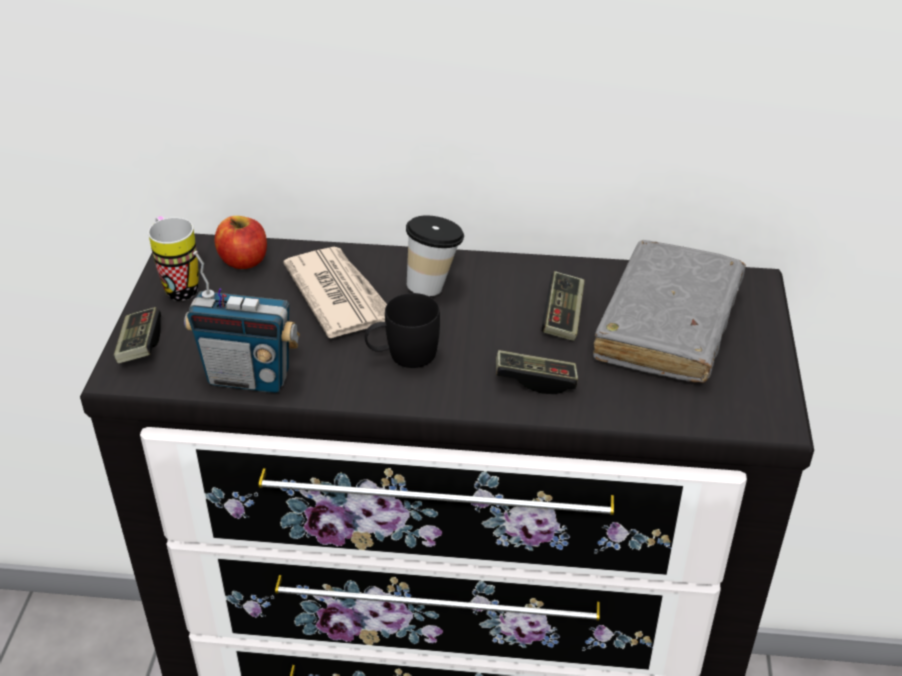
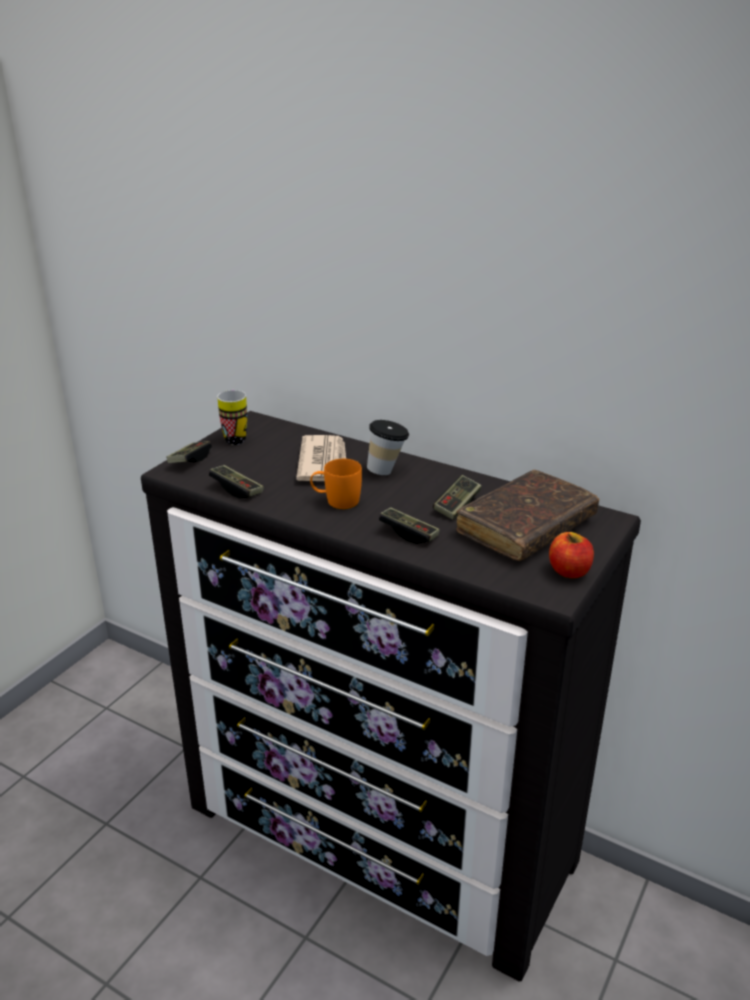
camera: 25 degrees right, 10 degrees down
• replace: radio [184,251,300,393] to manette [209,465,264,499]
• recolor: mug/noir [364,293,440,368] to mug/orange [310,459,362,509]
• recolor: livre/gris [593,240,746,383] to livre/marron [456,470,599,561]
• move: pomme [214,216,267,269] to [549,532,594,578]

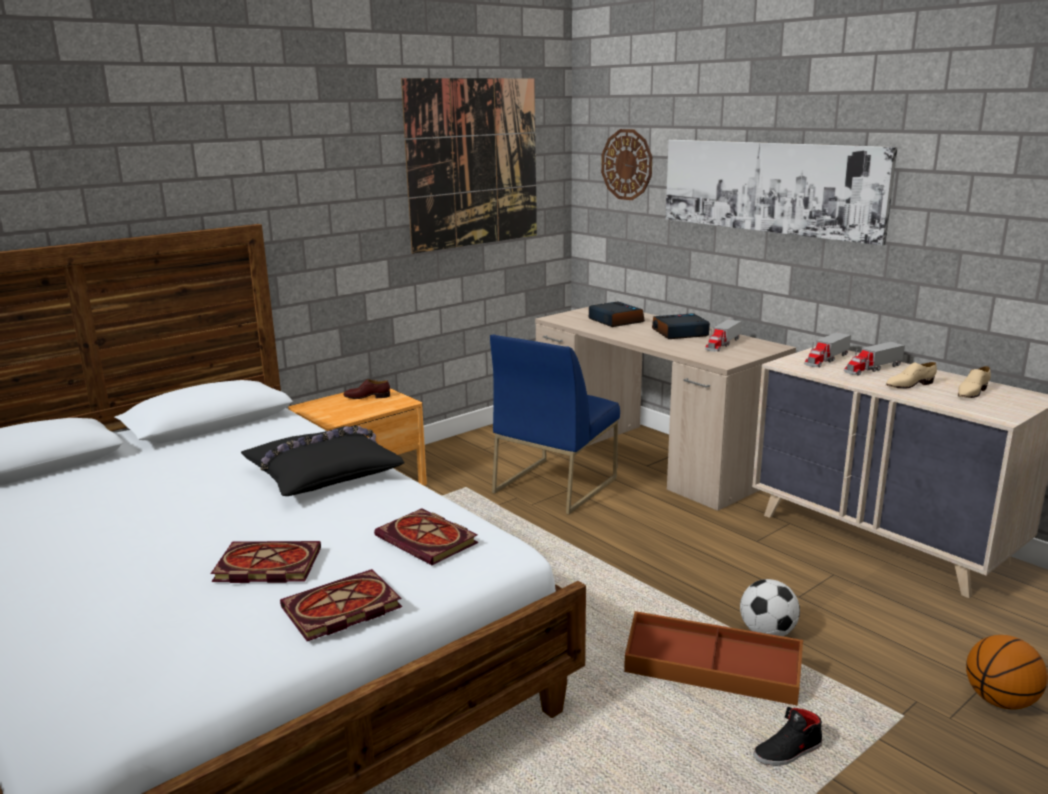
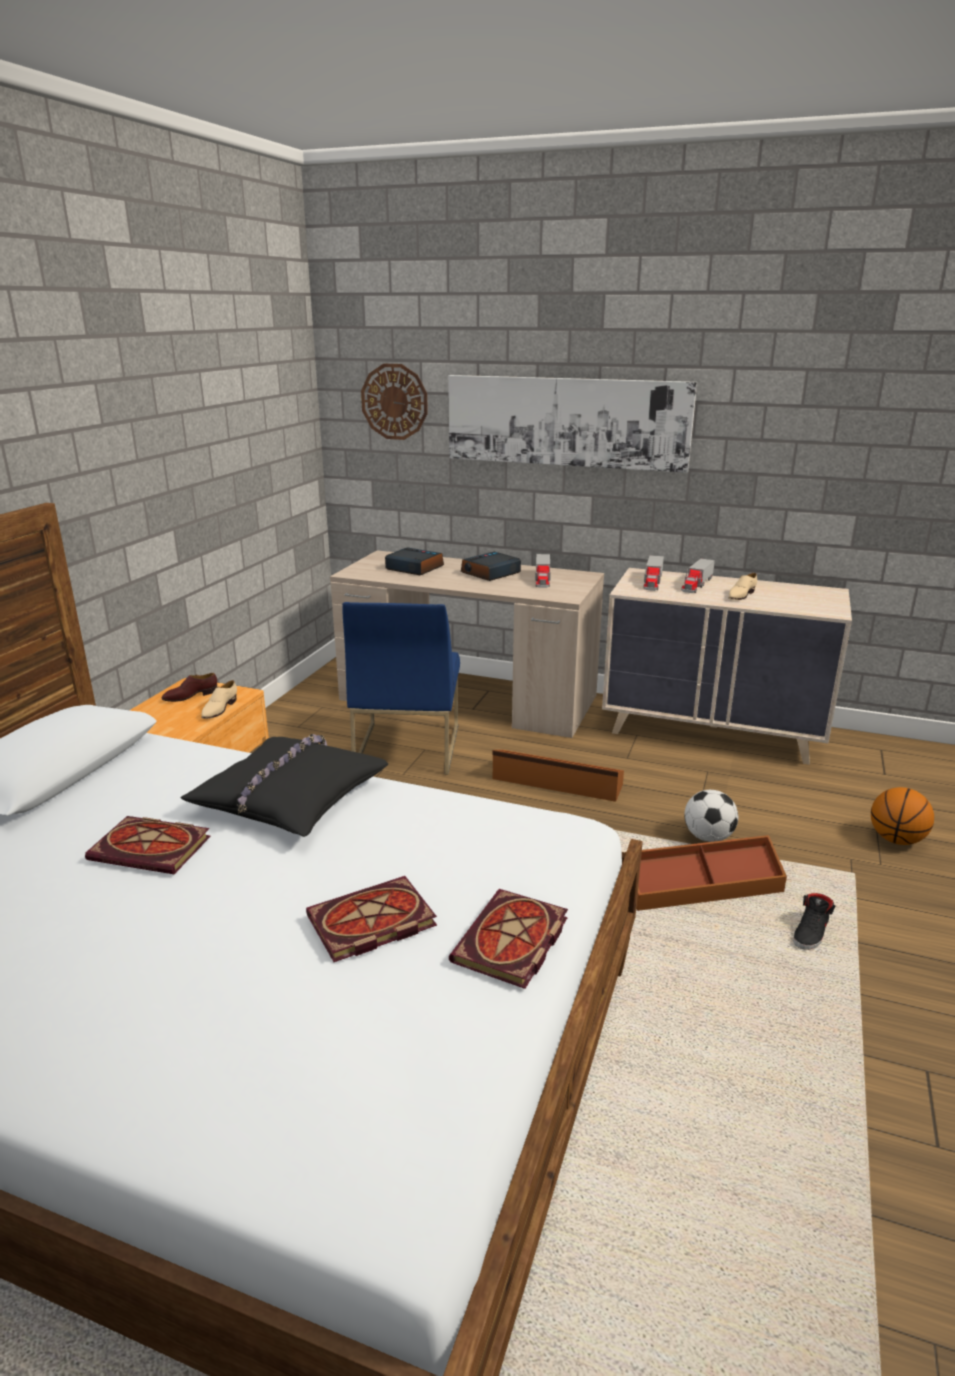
camera: 30 degrees left, 5 degrees up
• move: livre [374,508,478,565] to [85,816,211,874]
• move: chaussure/beige [958,366,991,398] to [201,680,237,719]
• insert: boîte de rangement/marron [493,750,624,802]
• delete: tableau [401,78,537,254]

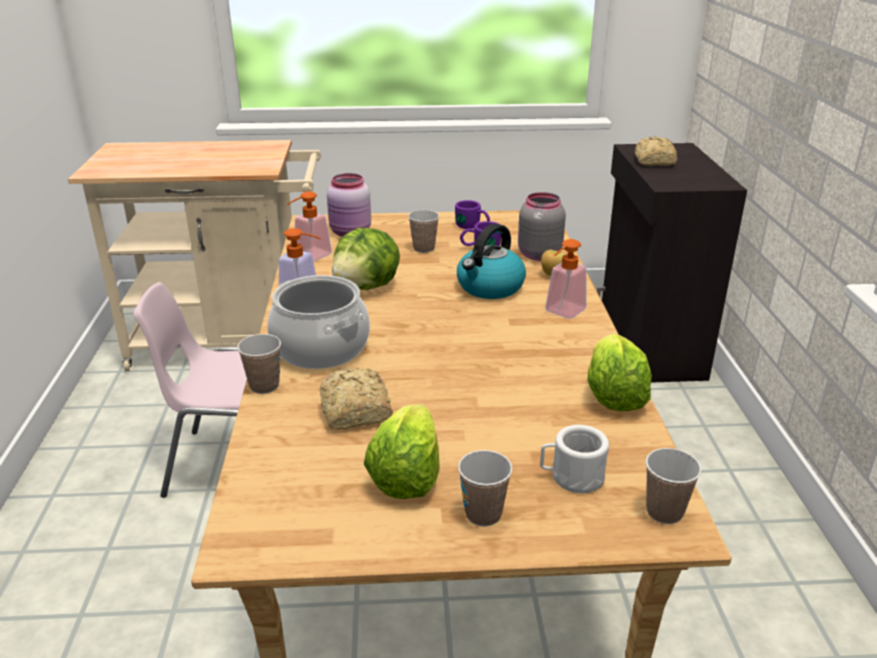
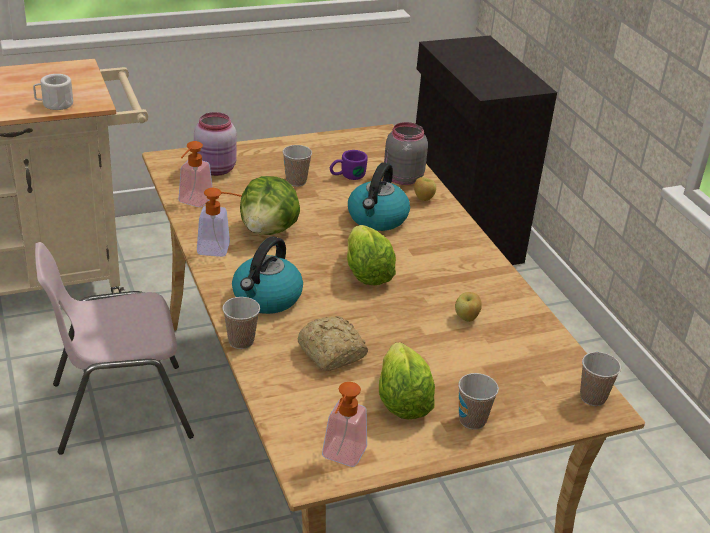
camera: 20 degrees left, 5 degrees up
• move: mug/blanc [540,425,609,493] to [33,74,73,110]
• replace: marmite [267,275,370,369] to bouilloire [232,236,303,314]
• move: distributeur de savon [545,239,587,319] to [322,382,367,467]
• move: laitue [588,334,652,411] to [347,225,396,285]
• insert: pomme [455,292,482,322]
• delete: mug/violet [455,200,490,229]
• delete: pain [635,136,678,166]

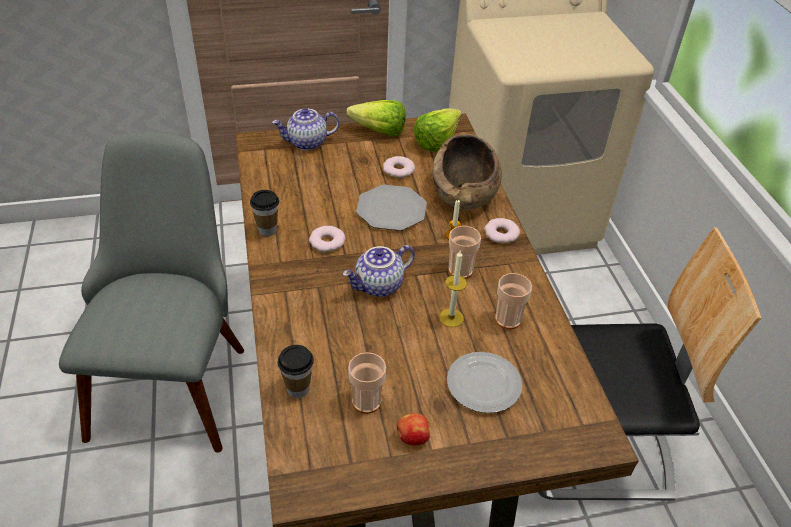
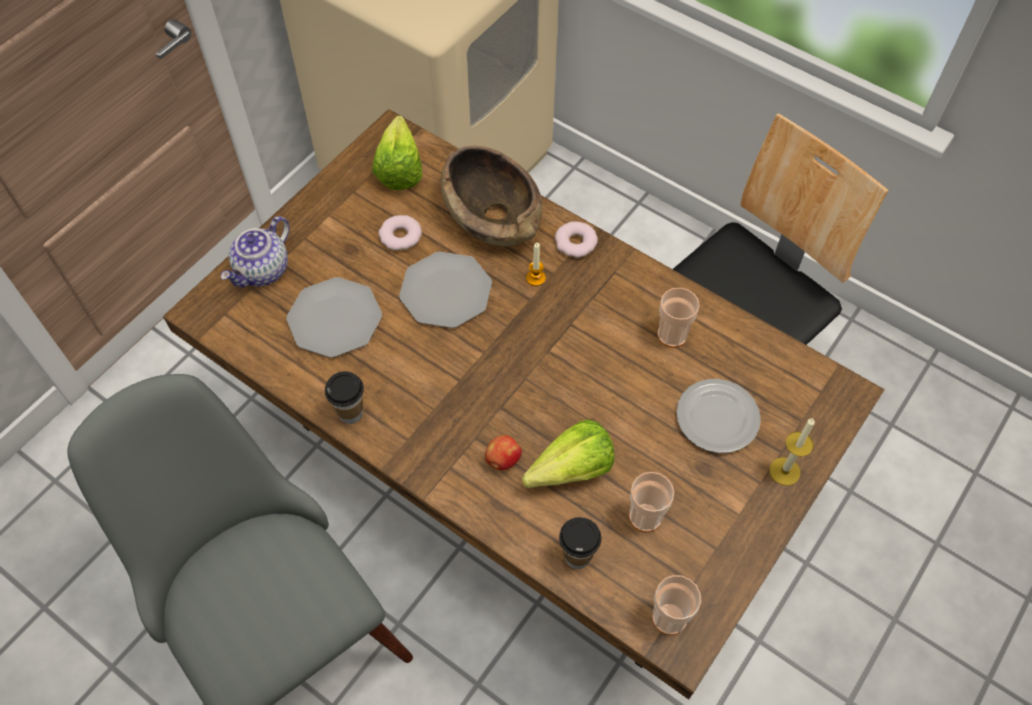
camera: 40 degrees left, 15 degrees up
• insert: assiette [286,277,382,358]
• move: pomme [397,413,430,445] to [485,435,522,470]
• move: laitue [346,100,406,137] to [522,419,614,488]
• move: tasse [448,226,481,279] to [652,575,701,635]
• move: bougie [439,251,467,327] to [770,418,815,486]
• delete: beignet [309,226,346,252]
• delete: théière [343,245,415,297]

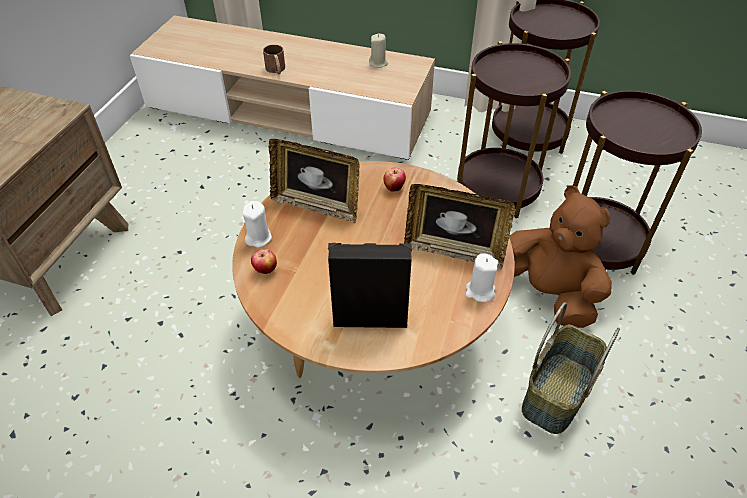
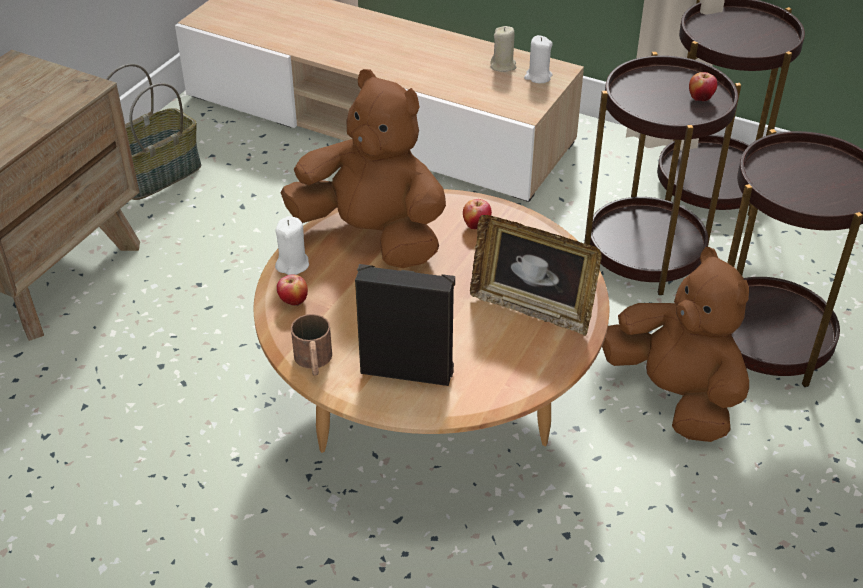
camera: 10 degrees right, 5 degrees down
• move: panier [522,302,620,434] to [106,64,201,200]
• replace: cadre photo [268,139,360,223] to peluche/marron [280,69,446,268]
• move: mug/marron [263,44,285,74] to [291,314,332,376]
• move: bougie/blanc [466,253,499,302] to [524,35,553,83]
• insert: pomme [689,72,717,101]

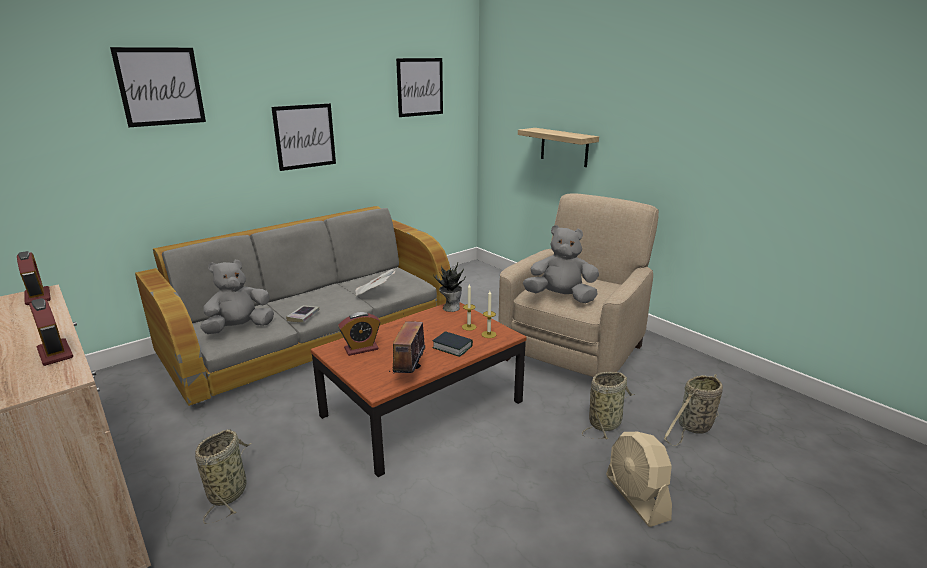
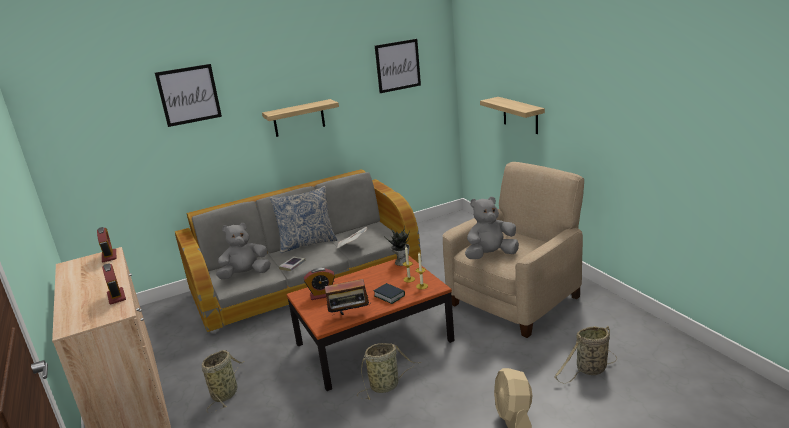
camera: 15 degrees right, 0 degrees up
• replace: tableau [271,103,336,171] to étagère [262,99,339,137]
• insert: coussin [269,186,337,253]
• rotate: radio [389,321,425,374] = [325,279,371,315] 120 degrees counterclockwise
• move: panier [582,372,634,439] to [357,343,421,400]
• rotate: peluche/gris [523,225,599,303] = [465,196,519,259] 45 degrees counterclockwise

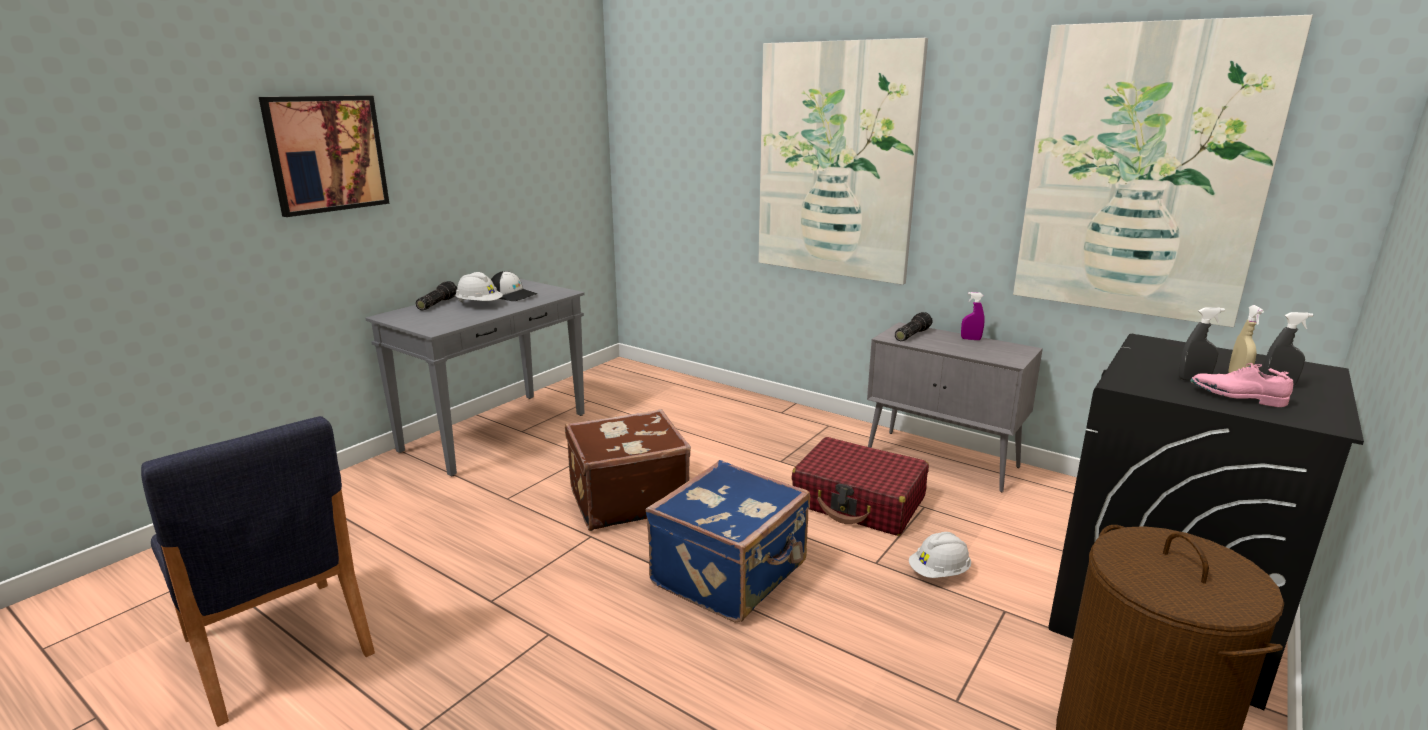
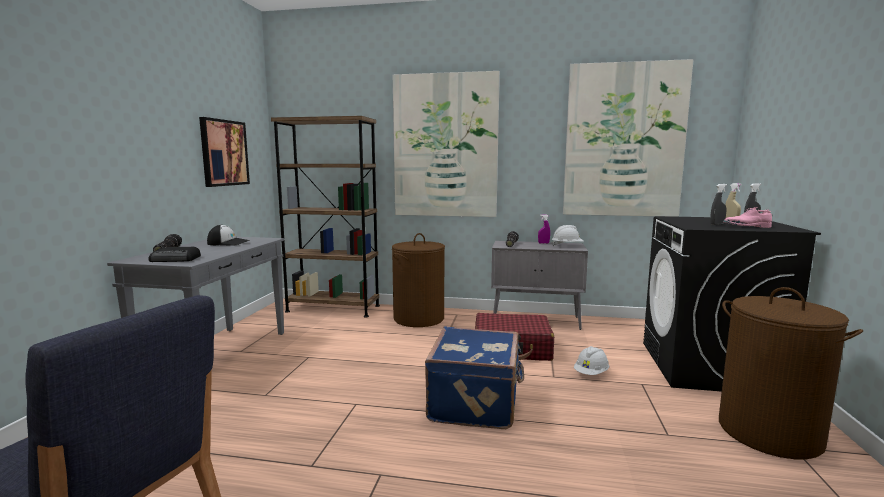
camera: 25 degrees left, 10 degrees down
• insert: radio [149,247,201,262]
• move: tableau [259,96,390,217] to [199,117,250,187]
• insert: bibliothèque/marron [271,116,380,318]
• insert: panier à linge/marron [392,233,445,327]
• move: casque de chantier/blanc [455,272,503,303] to [551,225,584,246]
• delete: valise/marron [565,409,691,531]

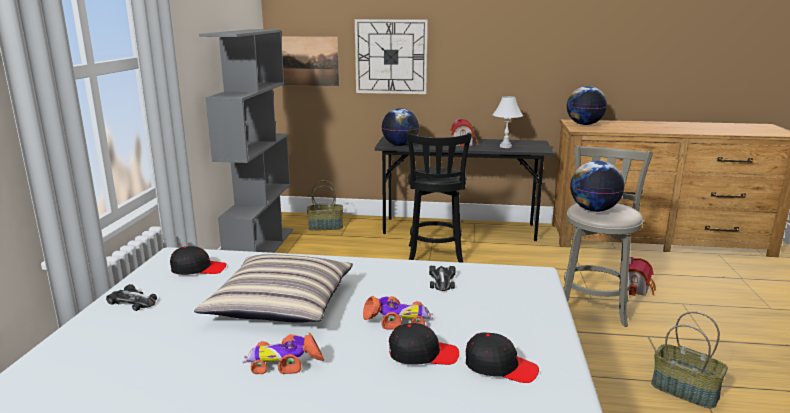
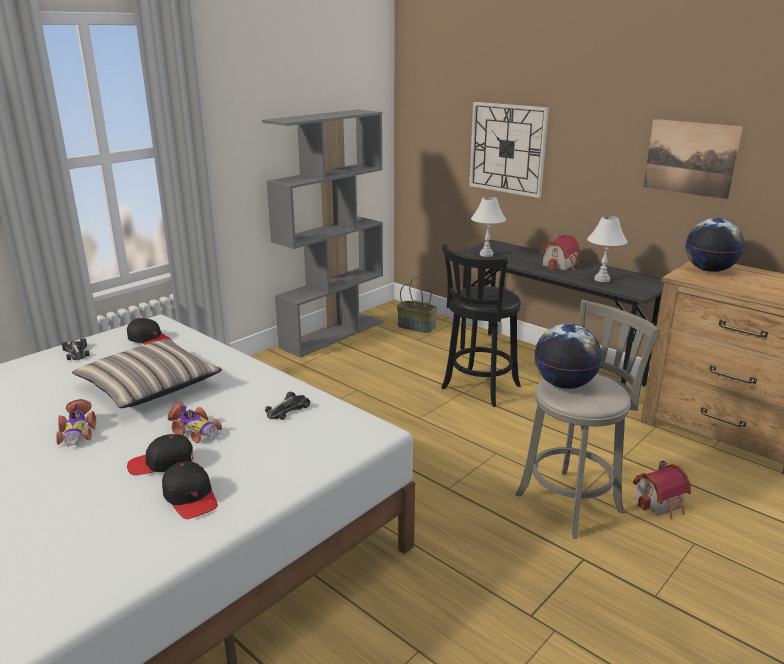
camera: 35 degrees right, 5 degrees up
• rotate: petite voiture [243,333,324,374] = [56,399,96,446] 135 degrees counterclockwise
• rotate: casquette/noir [389,323,459,365] = [127,434,193,475] 135 degrees clockwise
• replace: globe [382,108,419,146] to lampe de table/blanc [471,197,506,257]
• move: tableau [281,36,339,86] to [643,119,743,200]
• delete: panier [651,311,728,409]

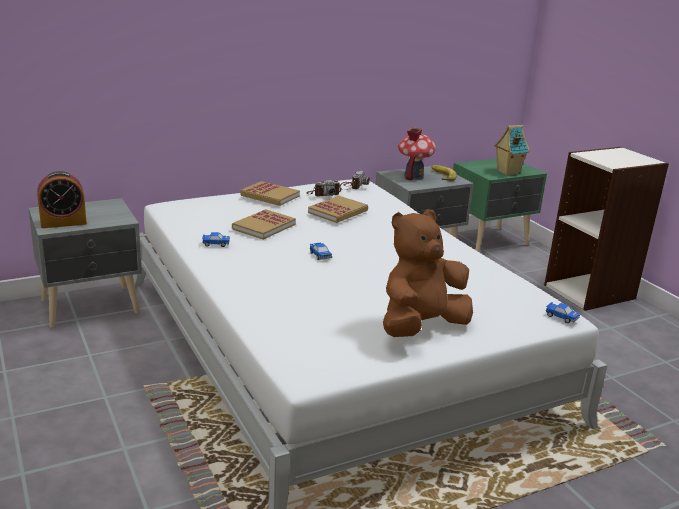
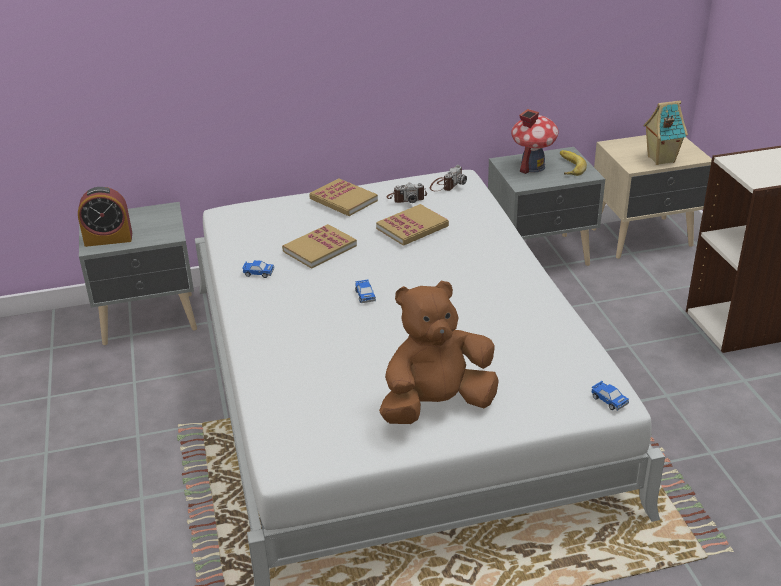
camera: 15 degrees right, 10 degrees up
• recolor: table de chevet/vert [449,158,547,252] to table de chevet/beige [592,135,712,259]

